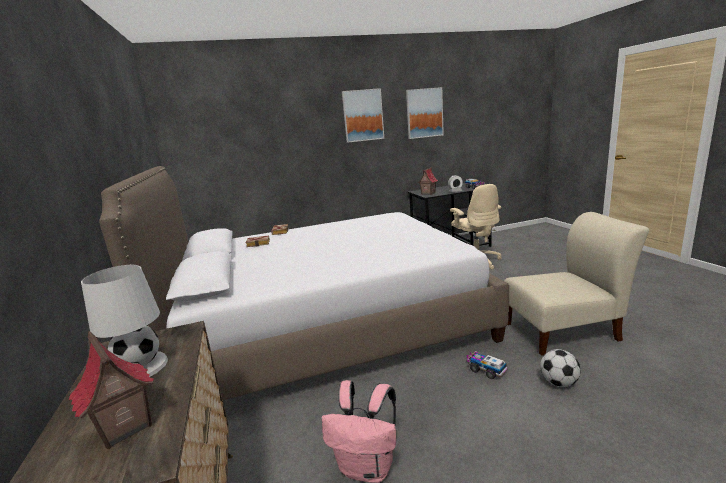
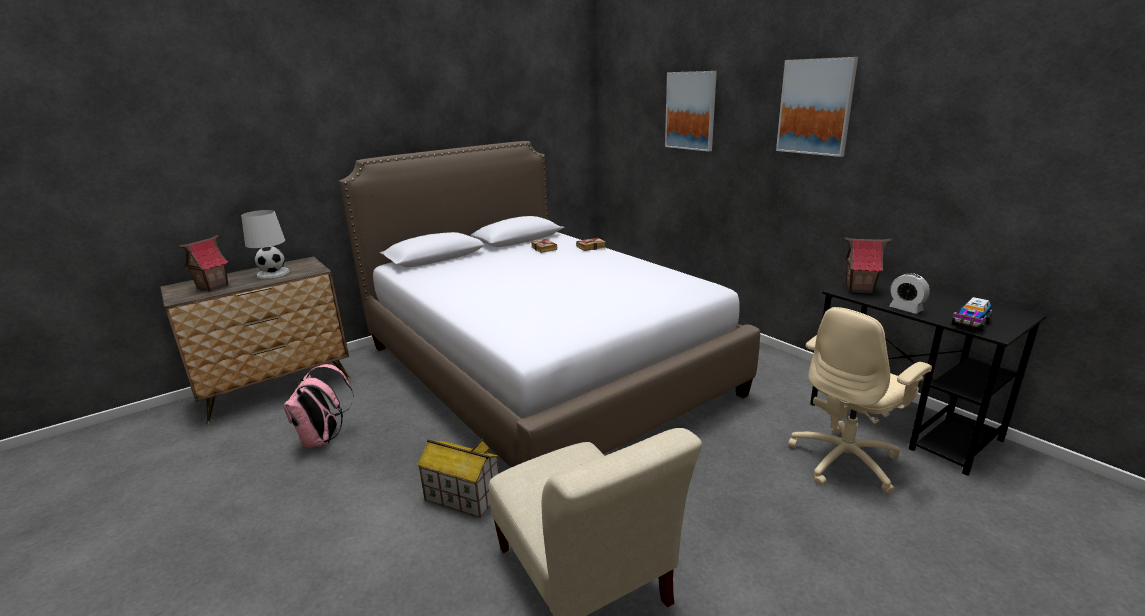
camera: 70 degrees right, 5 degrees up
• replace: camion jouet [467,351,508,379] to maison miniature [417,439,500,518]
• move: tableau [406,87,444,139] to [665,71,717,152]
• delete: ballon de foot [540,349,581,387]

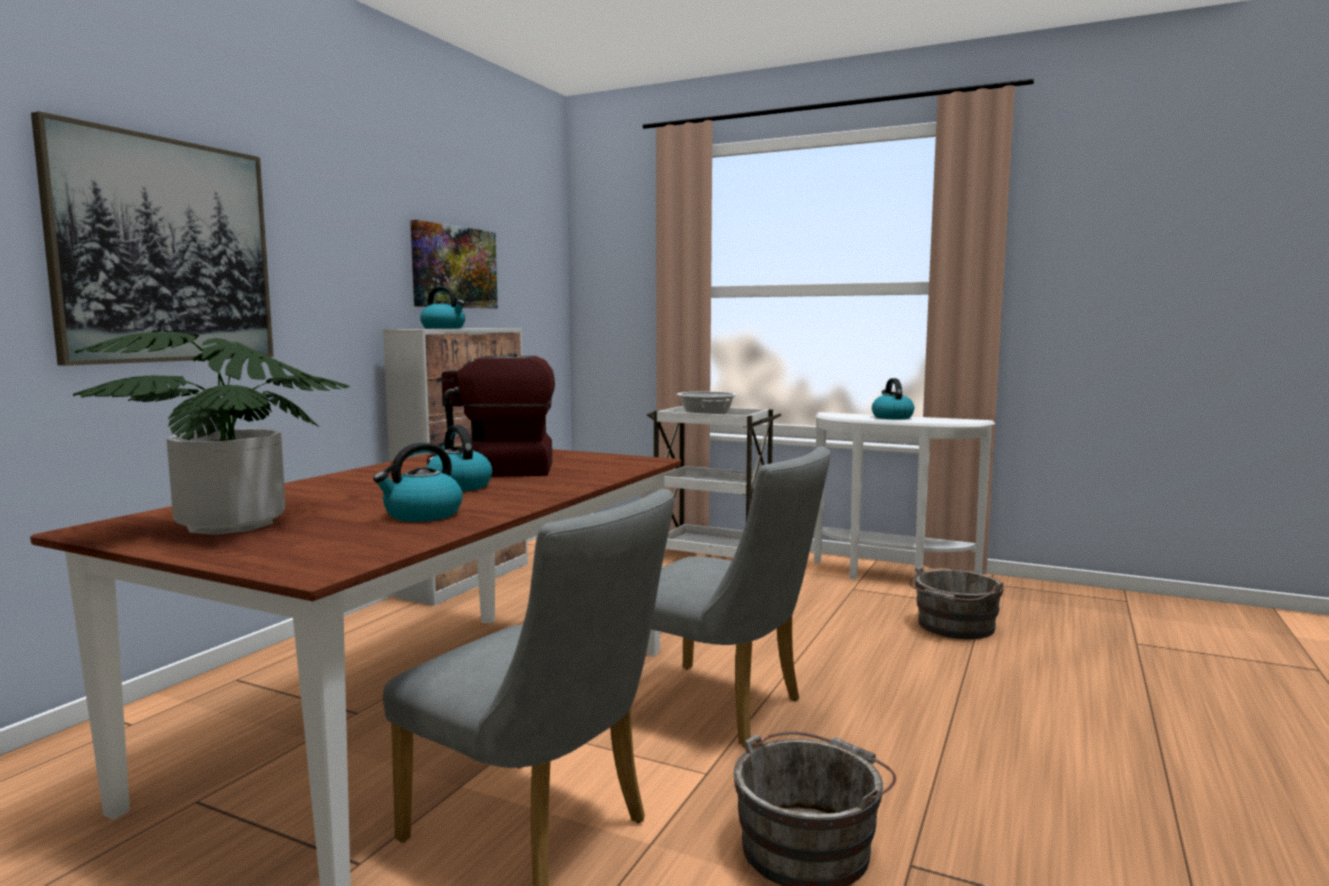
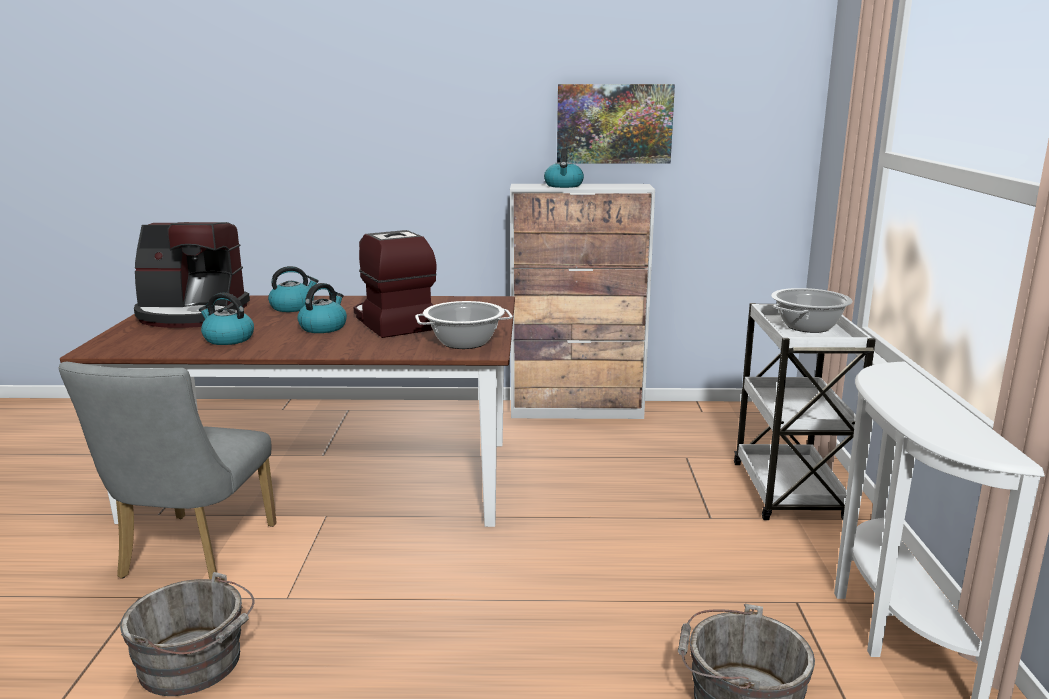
camera: 65 degrees right, 10 degrees up
• replace: plante en pot [73,332,350,535] to machine à café [134,222,250,328]
• move: bouilloire [872,378,914,419] to [268,266,319,312]
• insert: marmite [415,301,513,349]
• delete: tableau [31,111,274,366]
• delete: chaise/gris [651,446,830,747]

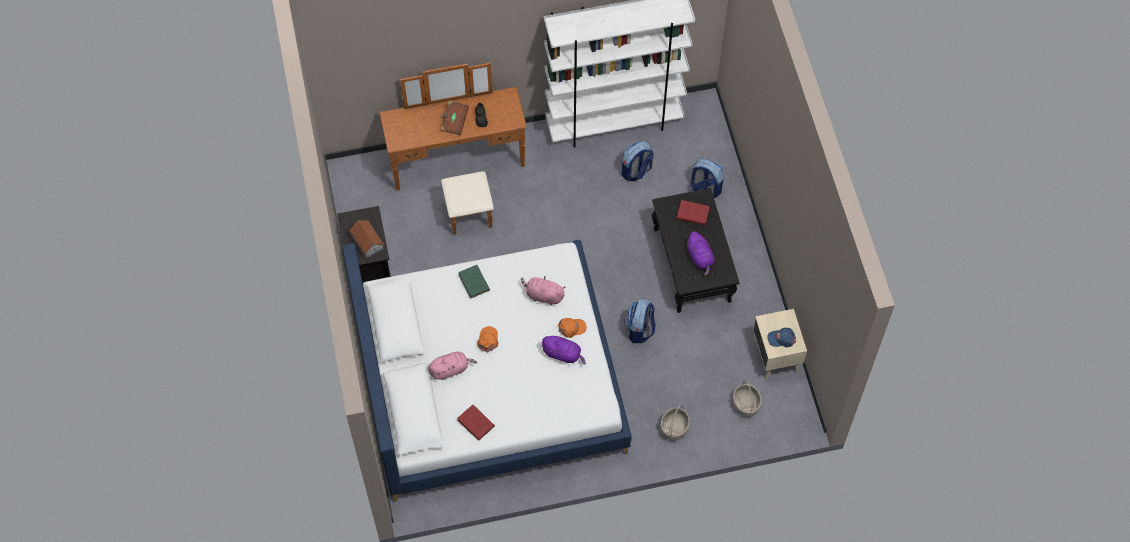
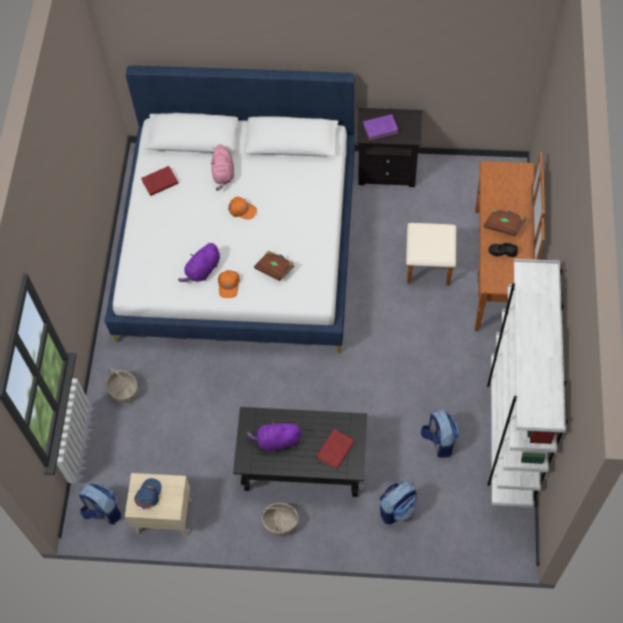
camera: 110 degrees right, 0 degrees up
• move: sac à dos [624,298,655,343] to [79,483,121,525]
• replace: peluche/rose [521,276,565,305] to livre/marron [254,250,294,281]
• move: panier [733,380,762,417] to [261,503,299,536]
• replace: maison miniature [349,220,384,259] to livre/violet [363,114,398,140]
• delete: livre/vert [458,265,490,299]

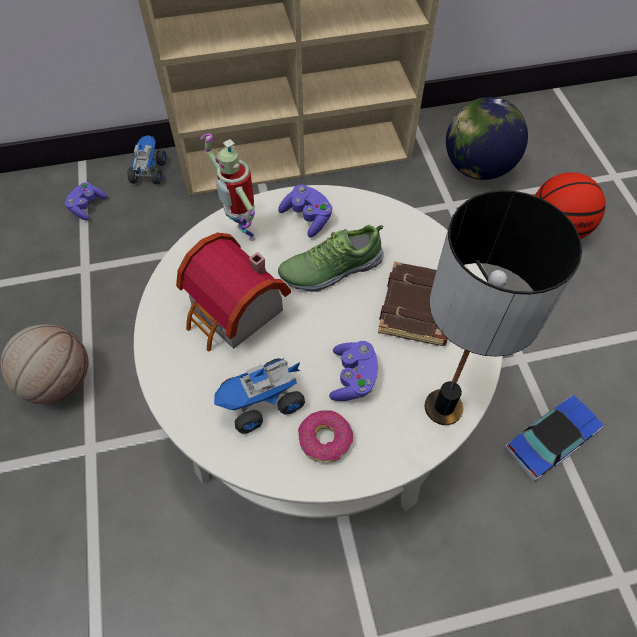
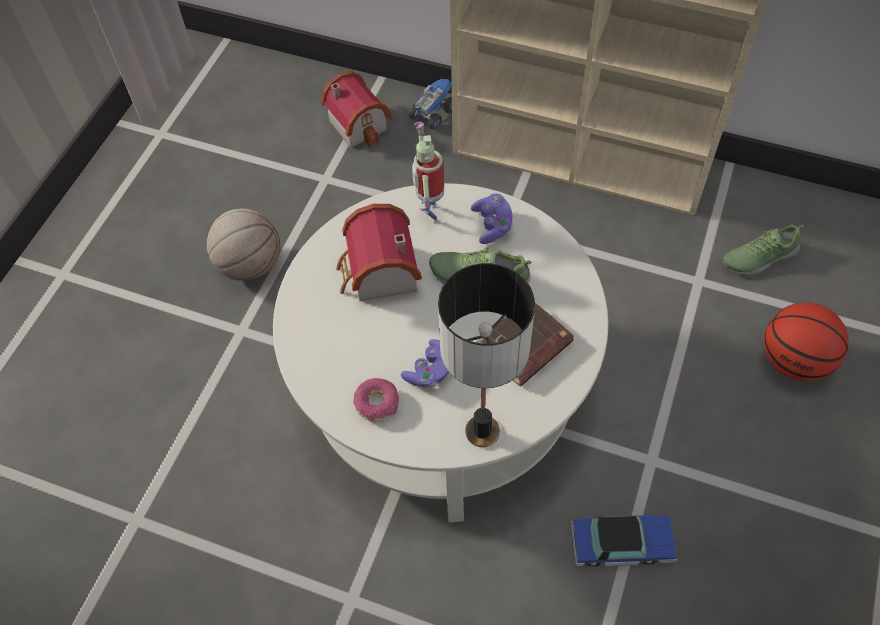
camera: 35 degrees right, 0 degrees up
• replace: manette/violet [65,182,107,220] to maison miniature [321,71,393,148]
• replace: globe [446,97,528,180] to chaussure [723,225,804,276]
• delete: camion jouet [214,358,305,434]

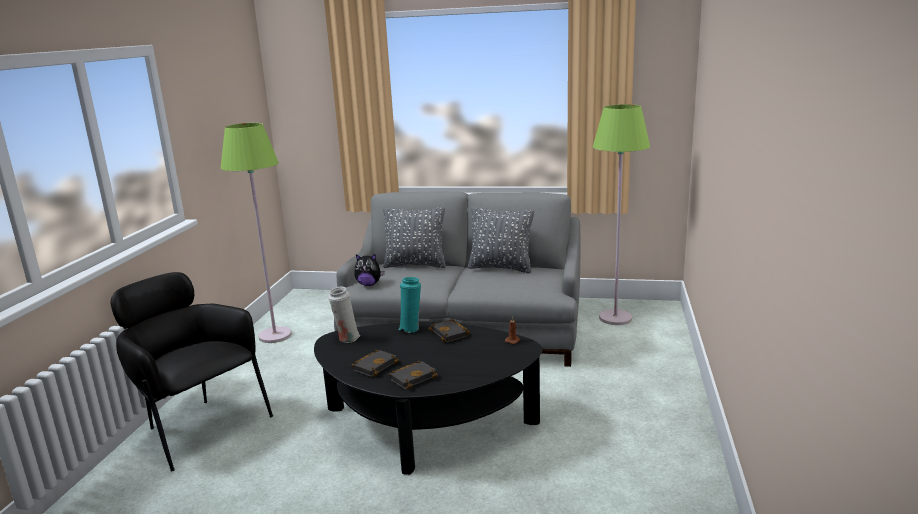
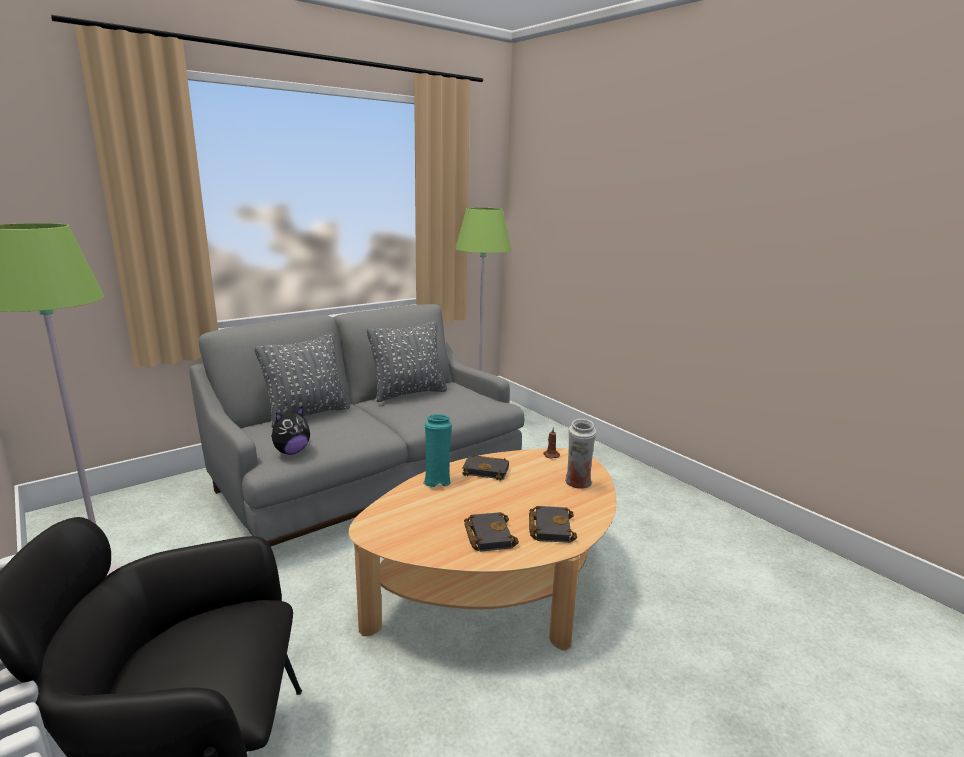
camera: 50 degrees left, 0 degrees up
• recolor: table basse/noir [314,321,543,475] to table basse/beige [349,448,616,651]
• move: vase/blanc [328,287,361,343] to [565,419,596,489]

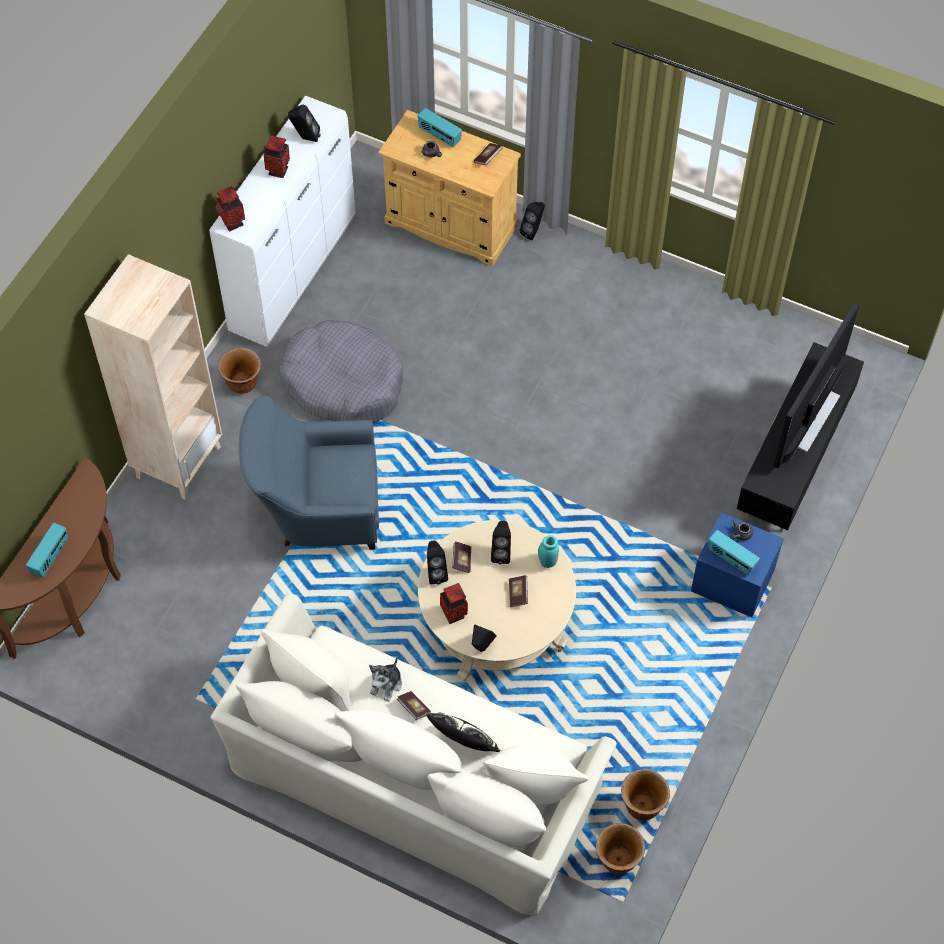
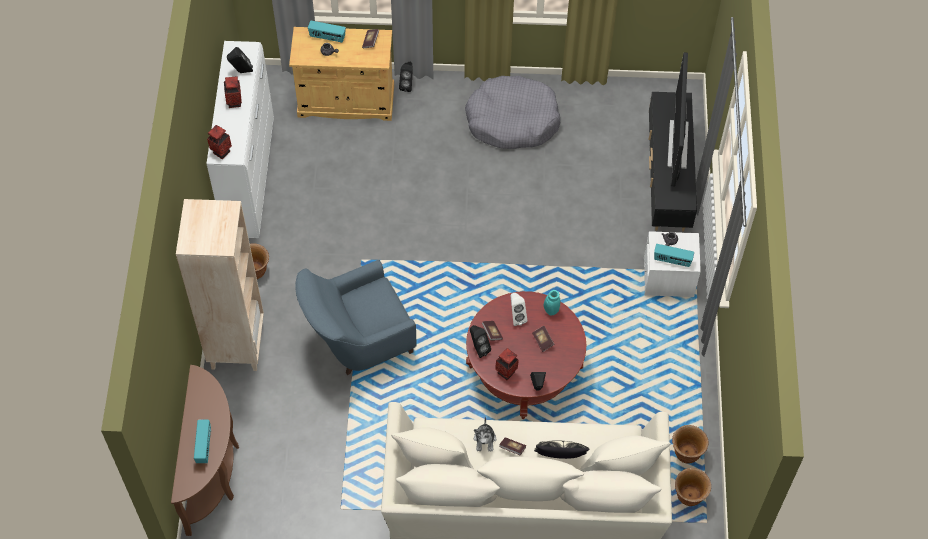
camera: 25 degrees left, 0 degrees up
• move: panier pour chien/gris [279,320,403,423] to [465,76,560,149]
• recolor: table basse/beige [418,520,576,682] to table basse/rouge [466,291,586,419]
• recolor: enceinte/noir [491,520,511,565] to enceinte/blanc [511,293,528,326]
• recolor: table de chevet/bleu [691,512,784,618] to table de chevet/blanc [644,231,701,297]

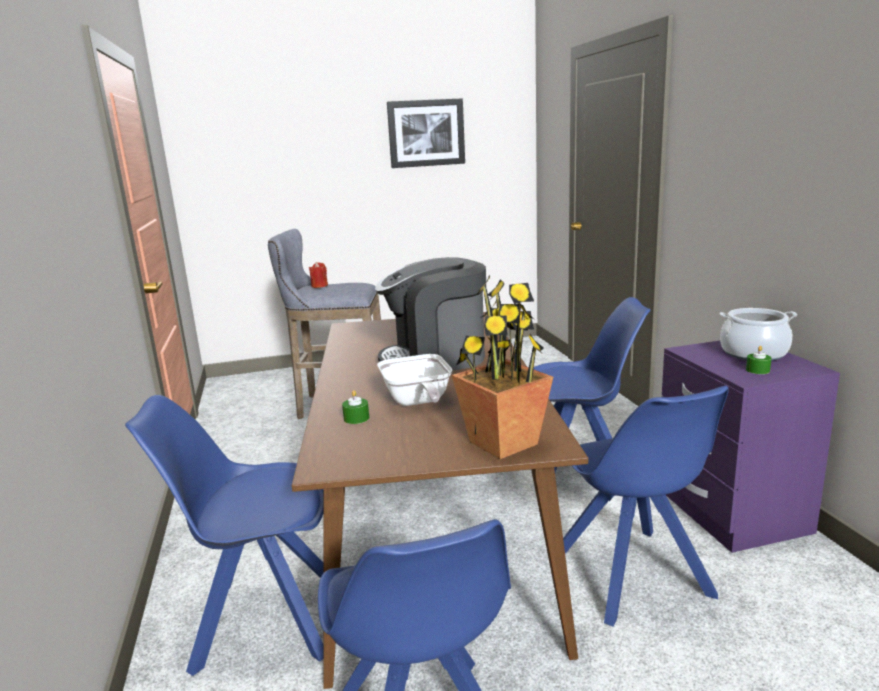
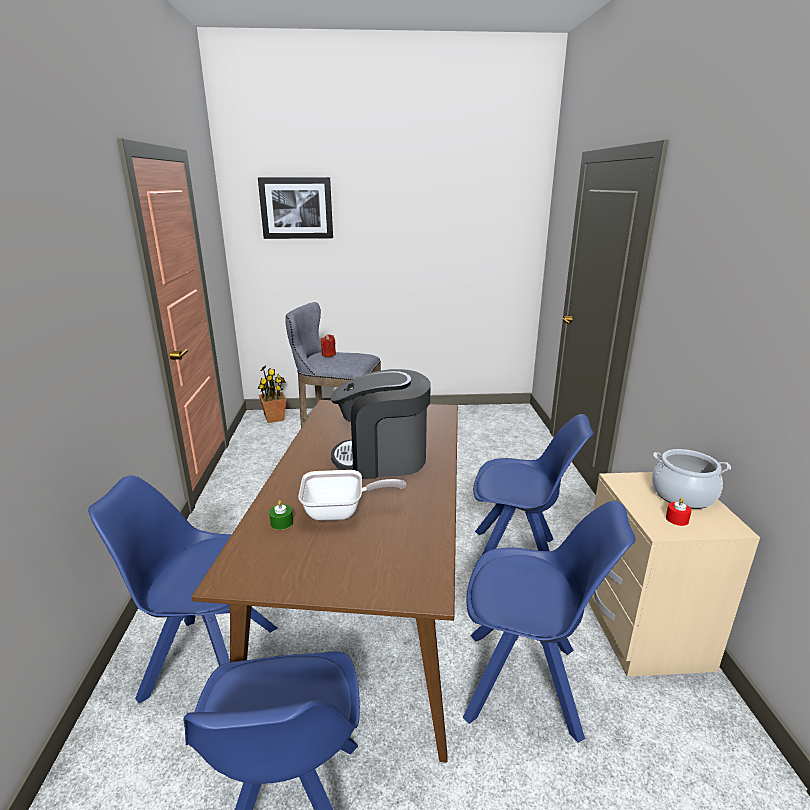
camera: 10 degrees right, 5 degrees up
• move: tableau [387,98,465,168] to [258,177,333,239]
• move: plante en pot [452,275,553,459] to [258,366,286,423]
• rotate: poêle [377,354,452,406] = [298,470,406,521] 90 degrees counterclockwise
• rotate: chaise/bleu [563,386,729,627] = [463,501,636,743] 75 degrees counterclockwise
• recolor: table de chevet/violet [662,341,840,553] to table de chevet/beige [589,472,760,677]
• recolor: bougie/vert [746,346,772,374] to bougie/rouge [666,498,692,526]

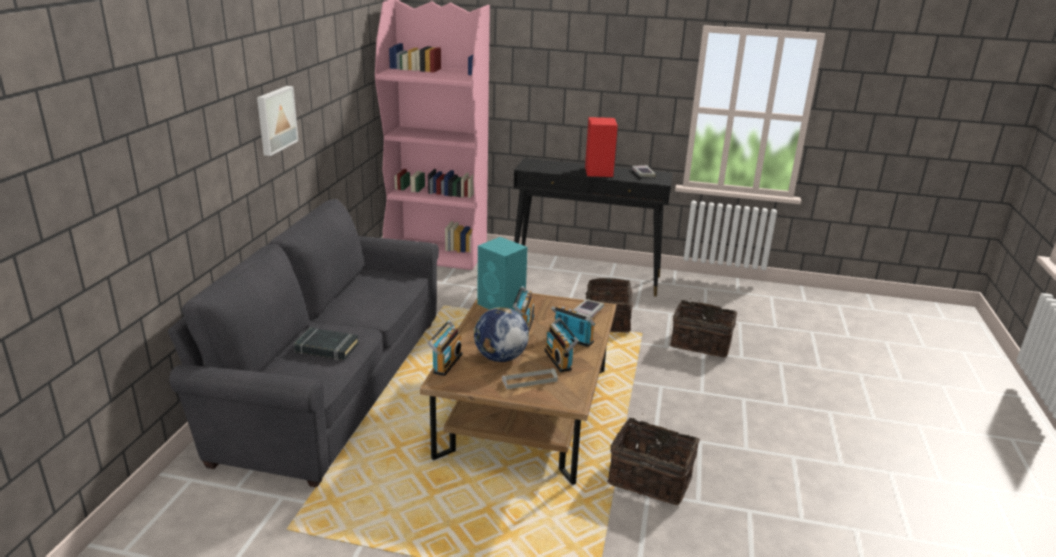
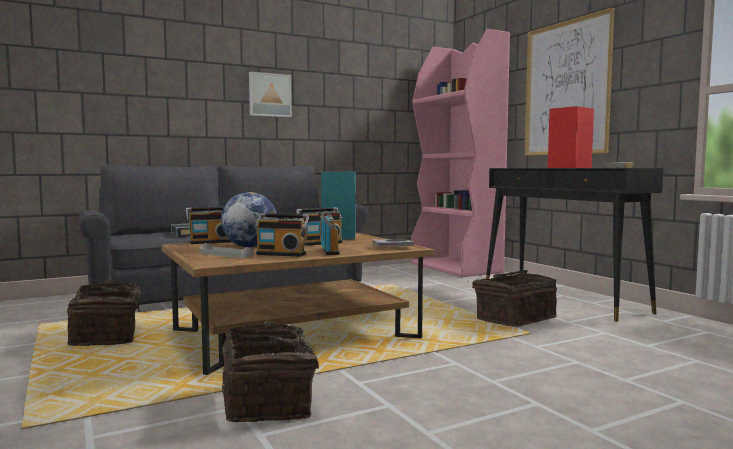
camera: 50 degrees right, 20 degrees down
• move: panier [670,298,737,357] to [67,279,154,346]
• rotate: radio [544,318,579,372] = [255,213,309,257] 105 degrees counterclockwise
• insert: tableau [524,8,614,156]

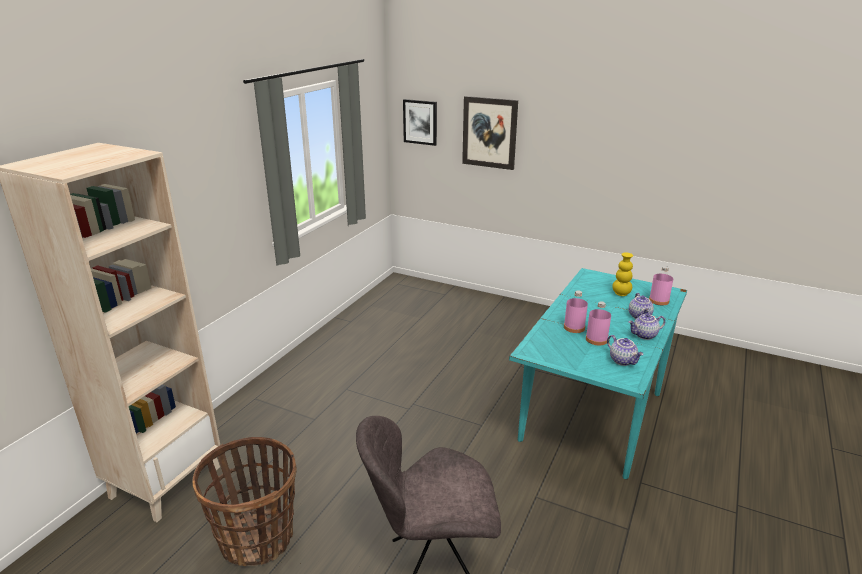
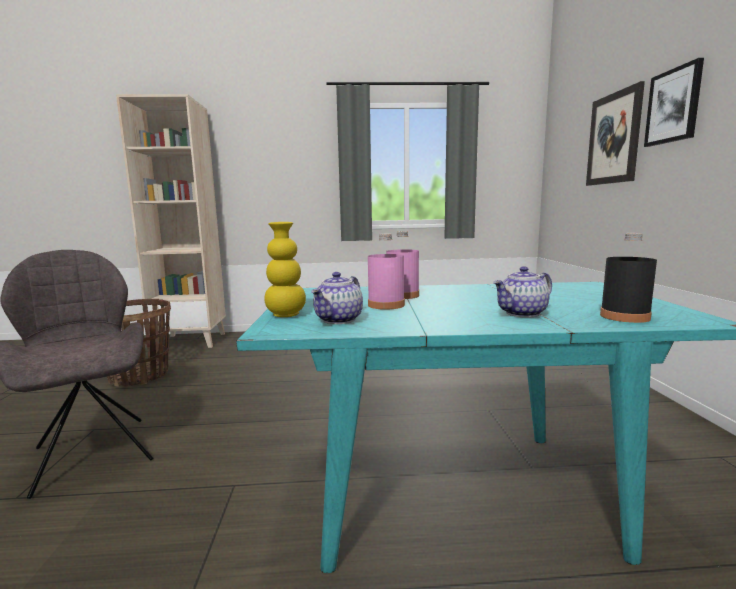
camera: 60 degrees right, 15 degrees down
• move: vase/jaune [612,252,633,296] to [264,222,306,317]
• recolor: bouteille/rose [649,266,673,305] to bouteille/noir [600,233,657,323]
• move: tableau [403,99,437,146] to [644,58,704,147]
• delete: théière [629,313,666,340]

